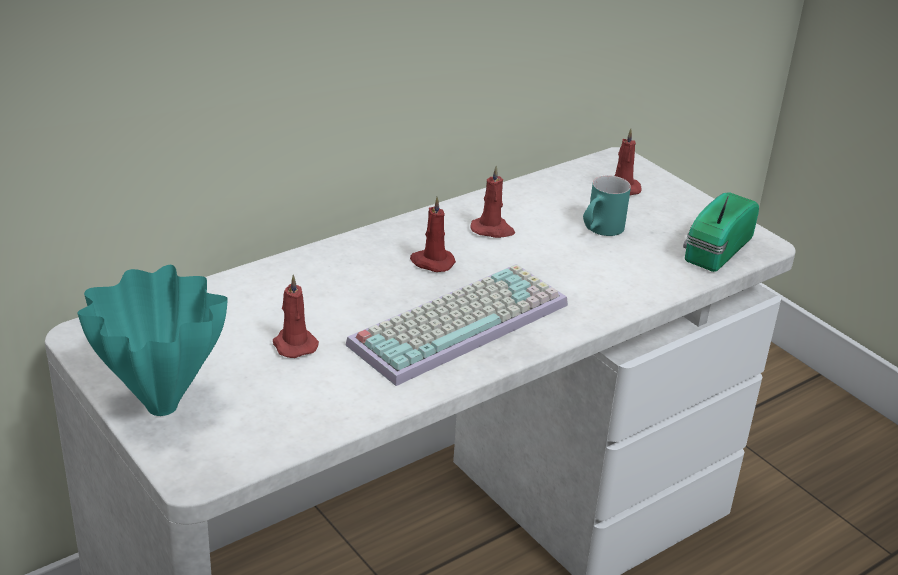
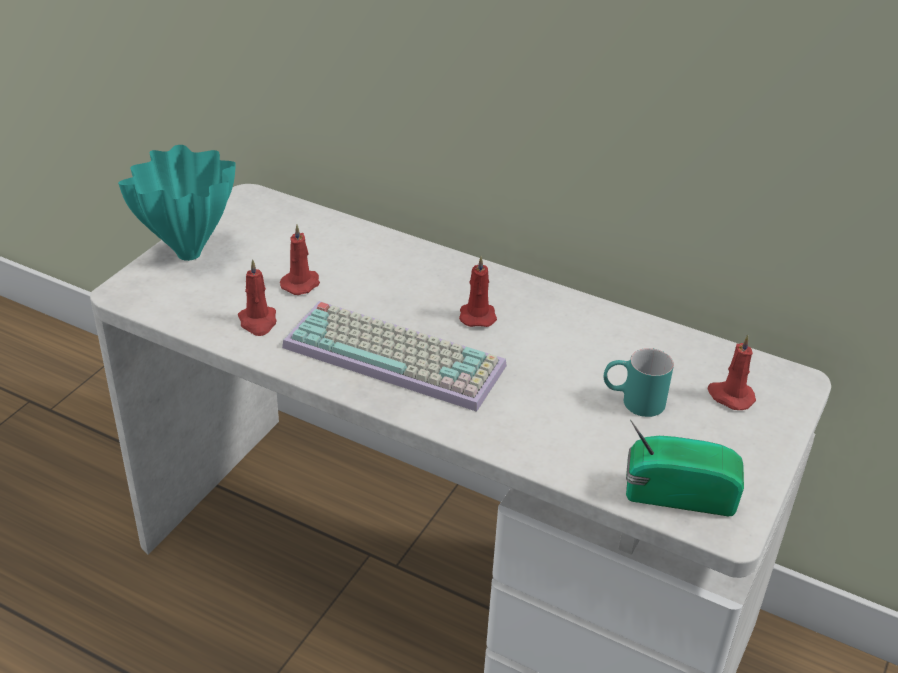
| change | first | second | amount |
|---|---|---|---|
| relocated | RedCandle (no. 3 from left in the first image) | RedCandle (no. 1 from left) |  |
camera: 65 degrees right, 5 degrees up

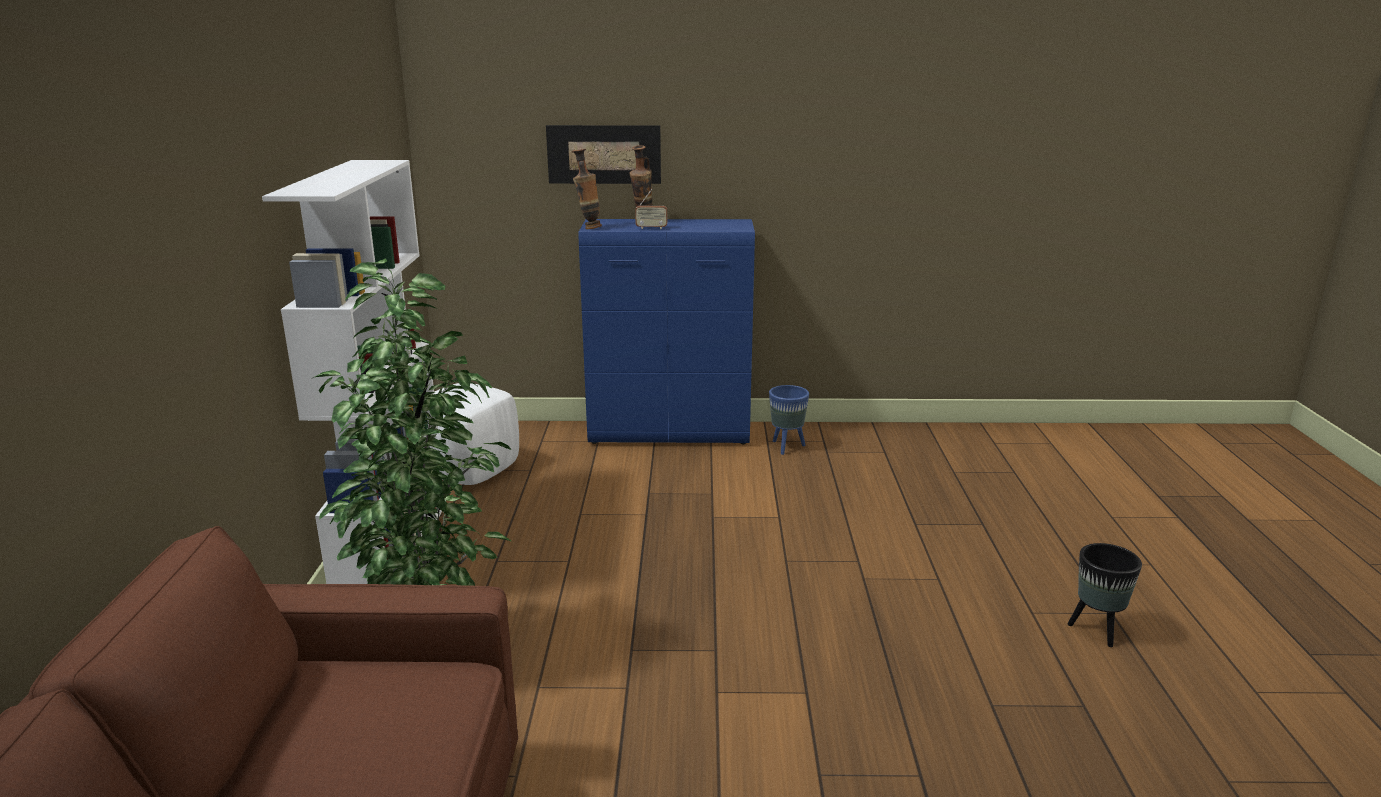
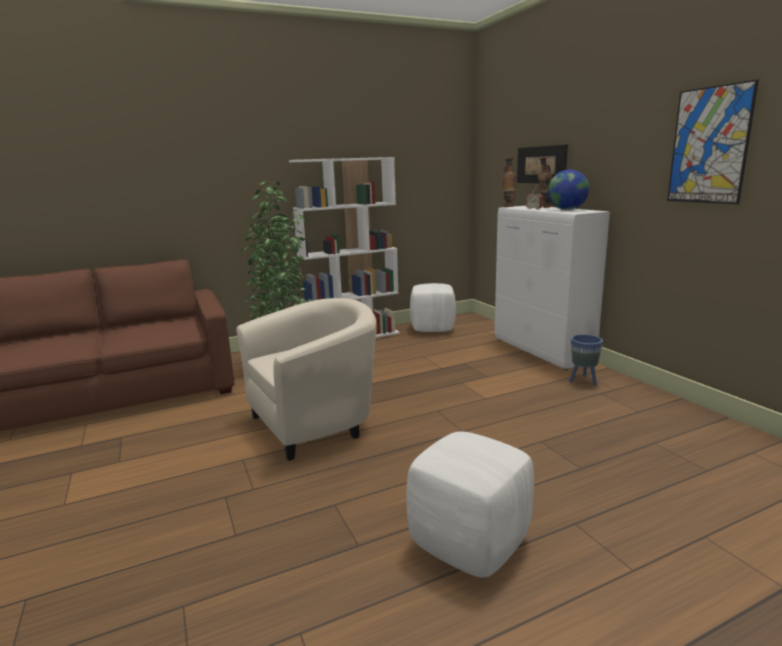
| change | first | second | amount |
|---|---|---|---|
| colour | BlueCabinet | WhiteCabinet |  |
| exchanged | BlackPlanter | WhiteOttoman (no. 2 from left) |  |
| appeared |  | BeigeArmchair |  |
| appeared |  | Globe |  |
| appeared |  | Picture (no. 2 from left) |  |
camera: 65 degrees right, 5 degrees down

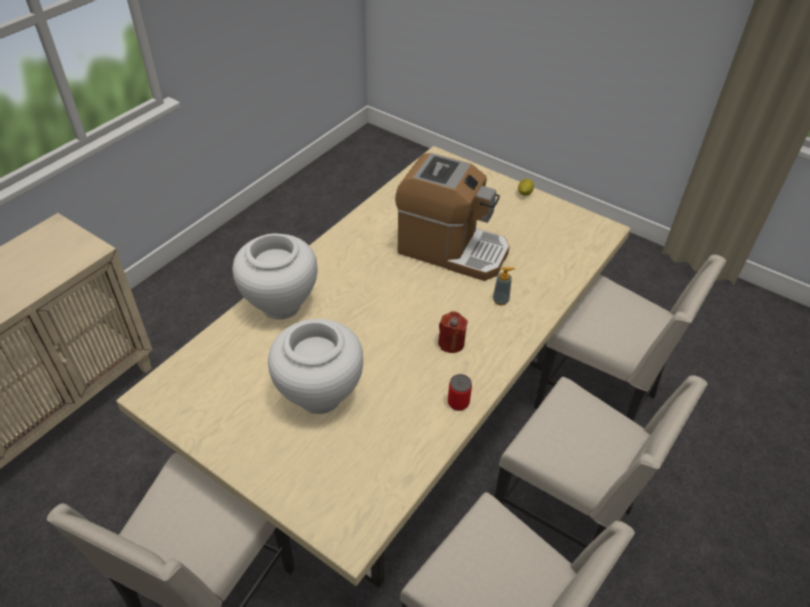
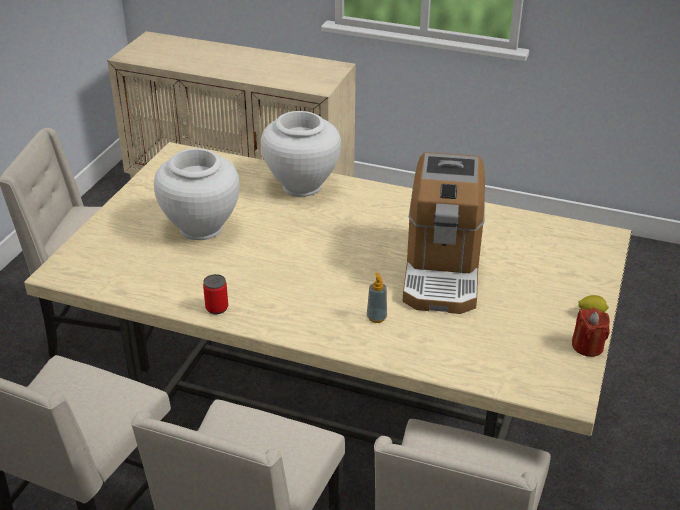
| change | first | second | amount |
|---|---|---|---|
| relocated | RedCandle |  |  |
camera: 75 degrees right, 10 degrees down

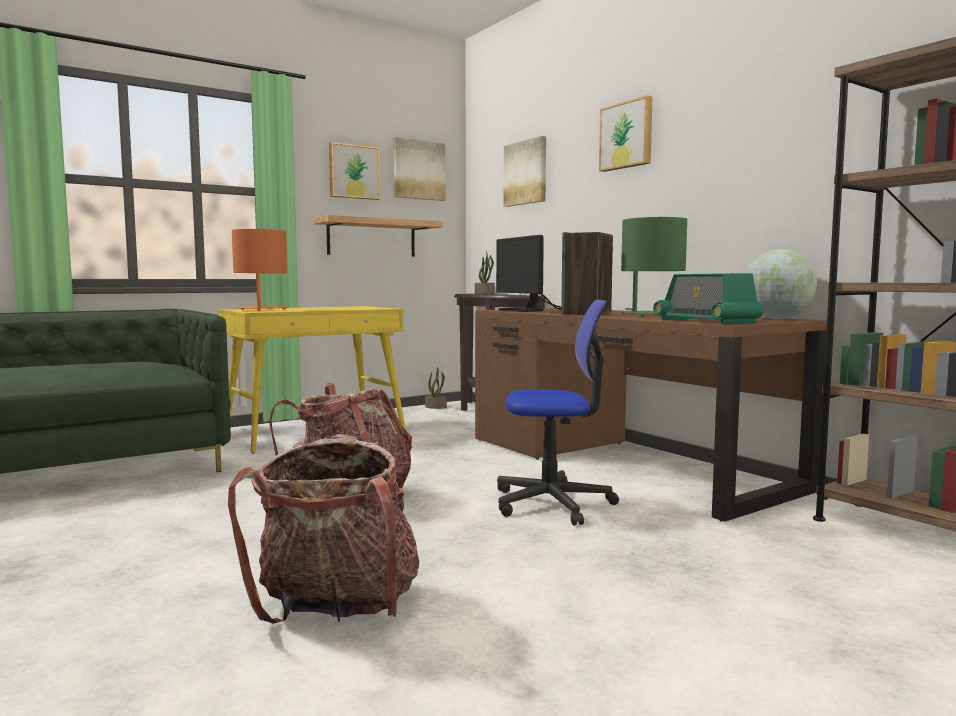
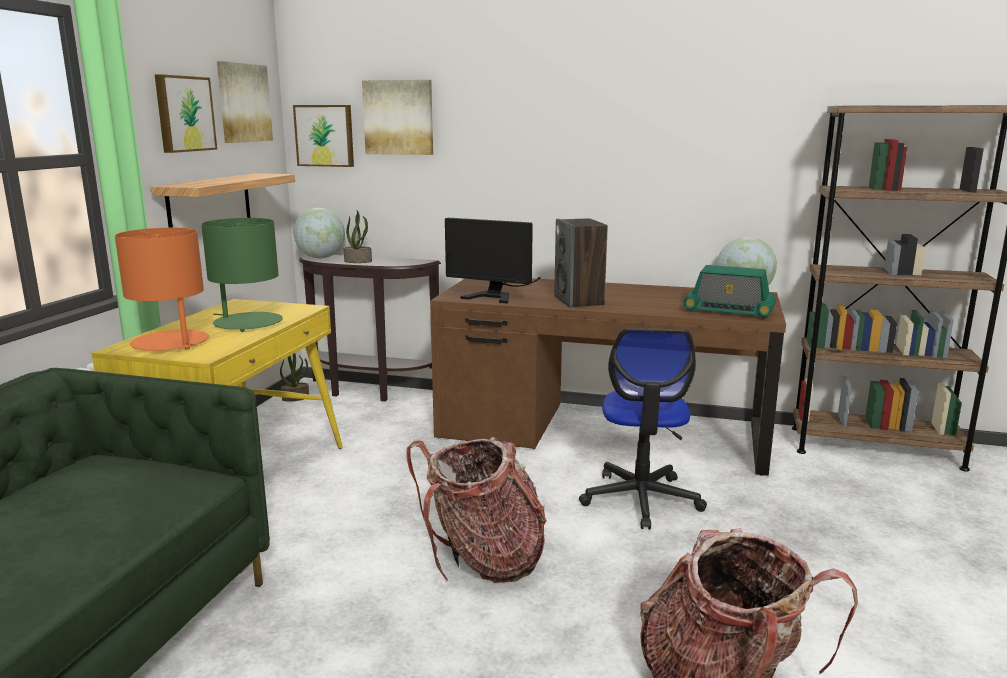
| change | first | second | amount |
|---|---|---|---|
| spun | OfficeChair |  | 135 degrees clockwise |
| relocated | Picture (no. 4 from left in the first image) | Picture (no. 3 from left) |  |
| relocated | GreenTableLamp |  |  |
| appeared |  | Globe (no. 1 from left) |  |
camera: 40 degrees left, 10 degrees up

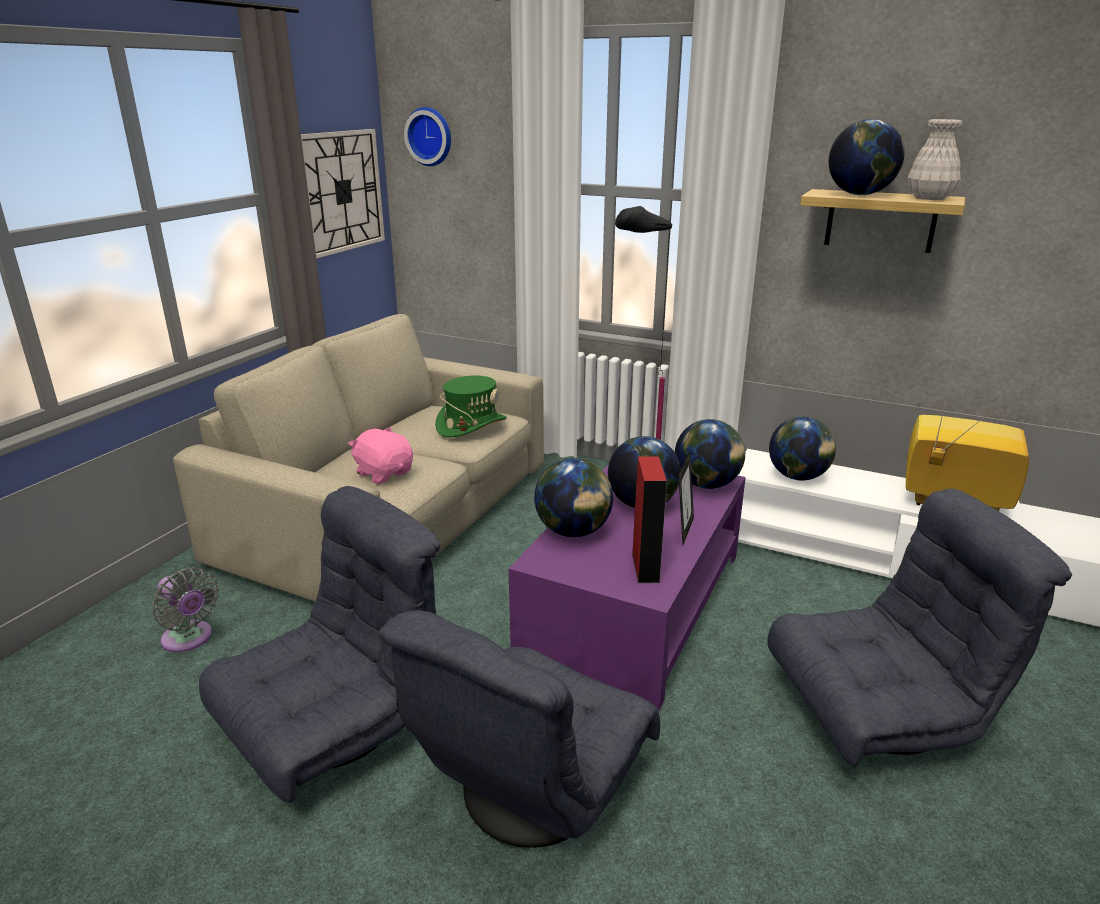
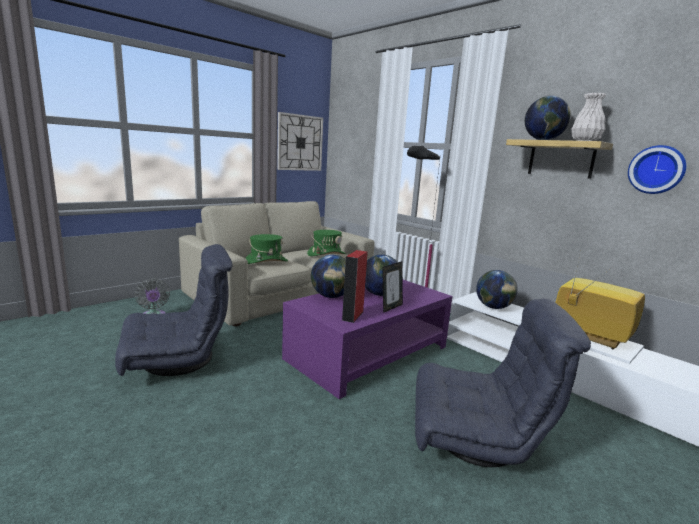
| change | first | second | amount |
|---|---|---|---|
| exchanged | PinkPlushToy | GreenHat (no. 1 from left) |  |
| missing | GreyArmchair (no. 2 from left) |  |  |
| relocated | WallClock (no. 2 from left) |  |  |
| missing | Globe (no. 3 from left) |  |  |
camera: 20 degrees right, 10 degrees down

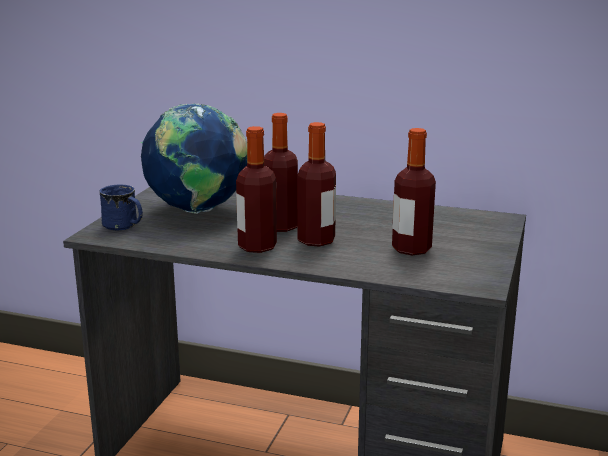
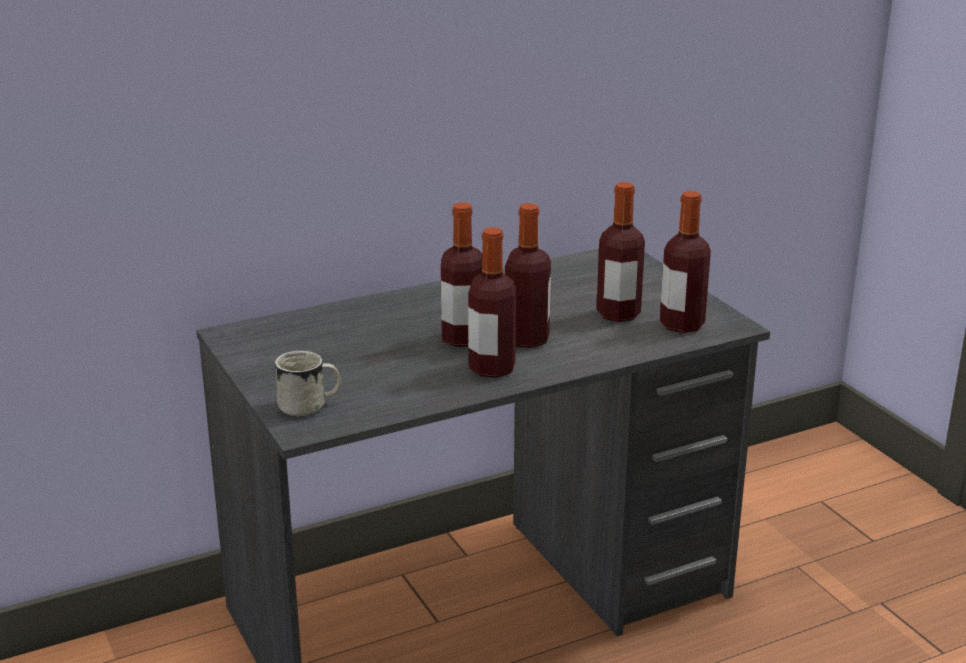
| change | first | second | amount |
|---|---|---|---|
| colour | BlueMug | WhiteMug |  |
| missing | Globe |  |  |
| appeared |  | Bottle (no. 5 from left) |  |
camera: 45 degrees left, 5 degrees up

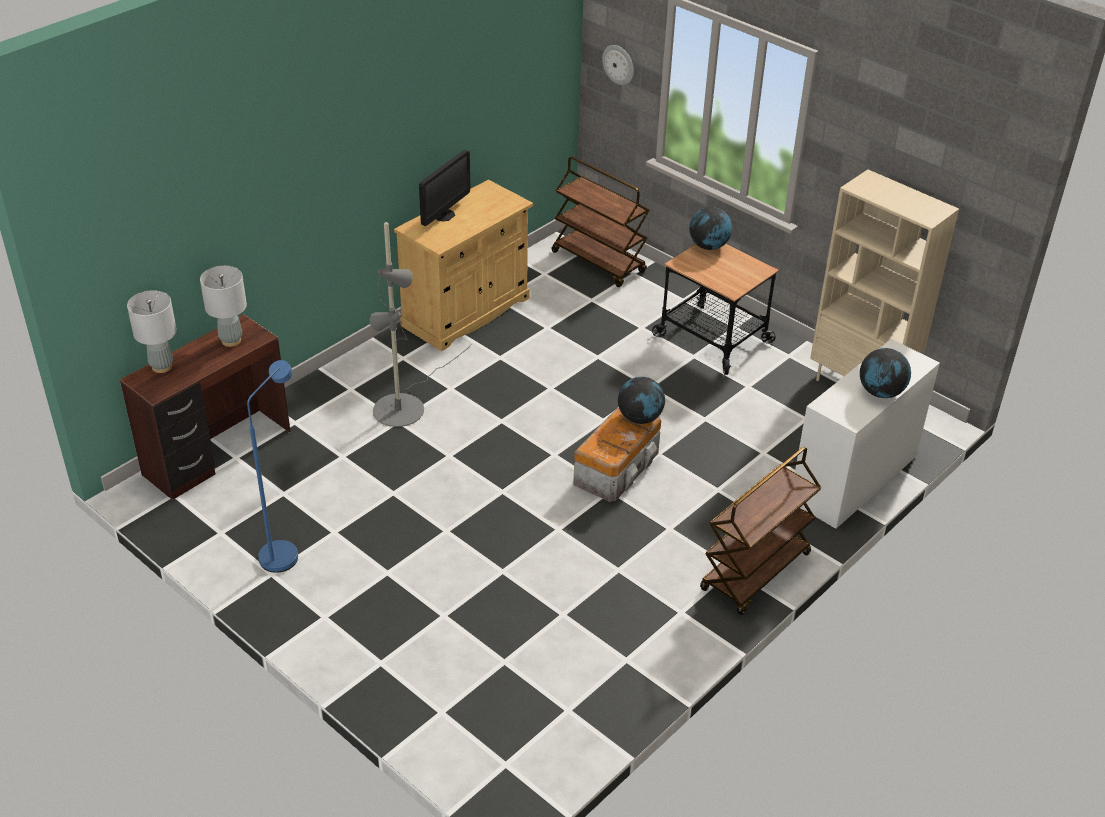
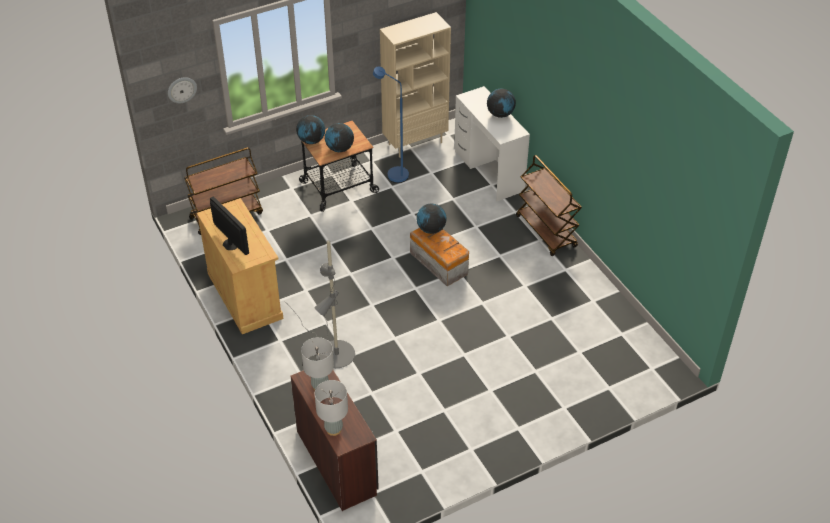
| change | first | second | amount |
|---|---|---|---|
| relocated | BlueFloorLamp |  |  |
| appeared |  | Globe (no. 2 from left) |  |
camera: 70 degrees left, 5 degrees up

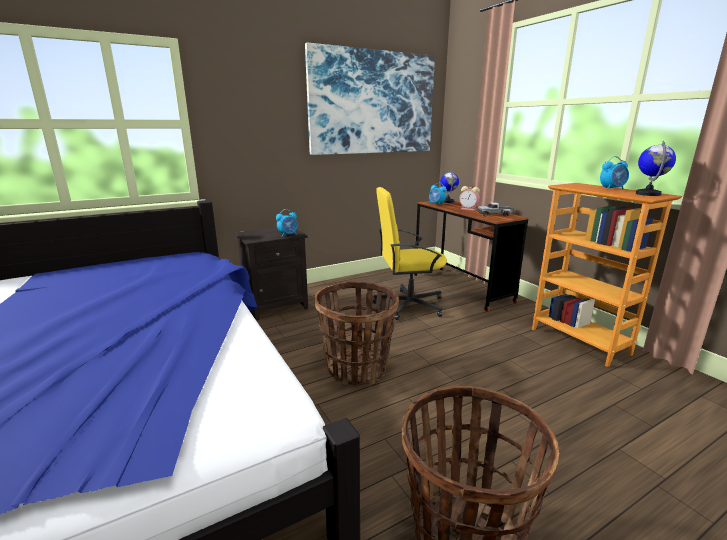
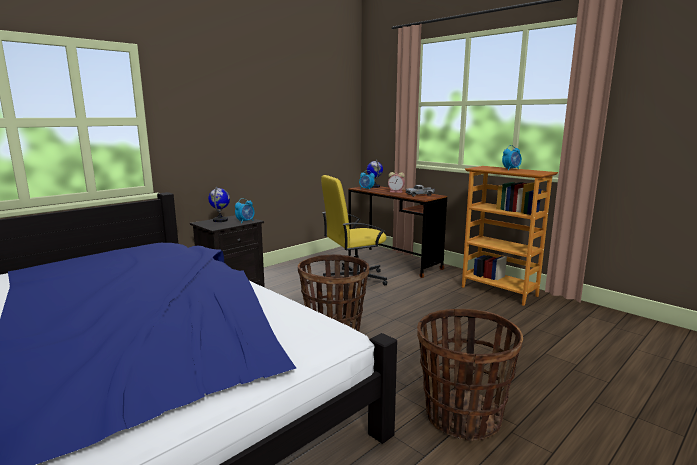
| change | first | second | amount |
|---|---|---|---|
| missing | Picture |  |  |
| relocated | Globe (no. 2 from left in the first image) | Globe (no. 1 from left) |  |
camera: 15 degrees left, 5 degrees down

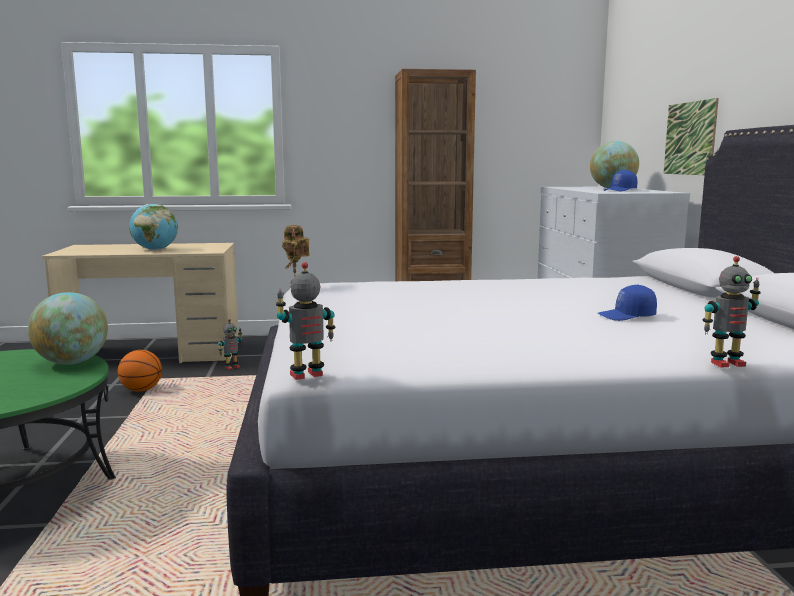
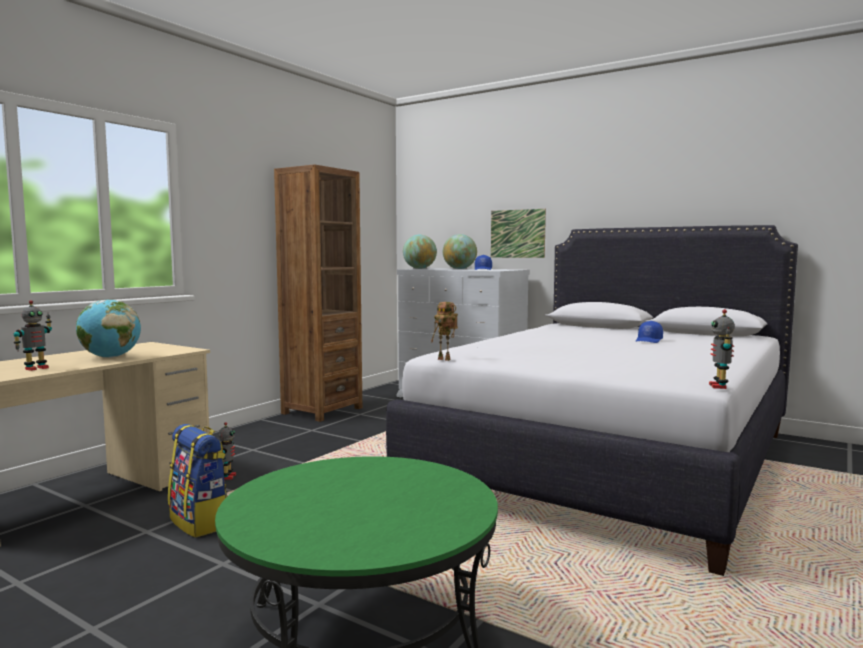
| change | first | second | amount |
|---|---|---|---|
| relocated | Globe (no. 1 from left in the first image) | Globe (no. 2 from left) |  |
| exchanged | Basketball | Backpack |  |
| relocated | ToyRobot (no. 4 from left in the first image) | ToyRobot (no. 1 from left) |  |
camera: 50 degrees left, 5 degrees down

